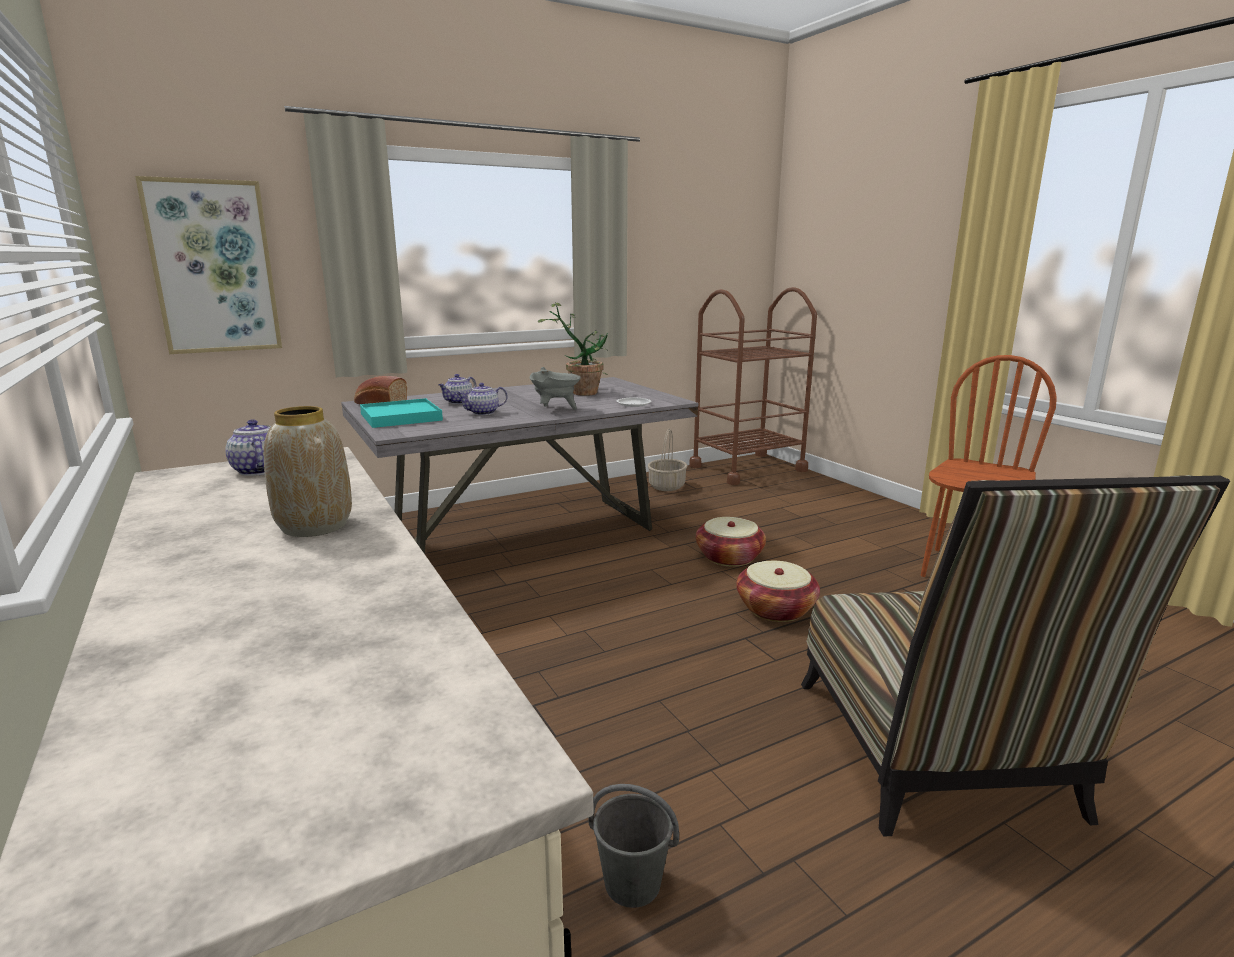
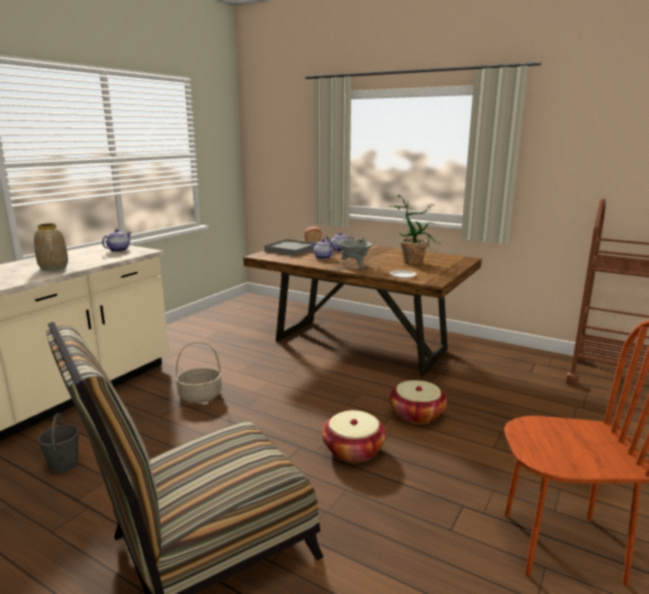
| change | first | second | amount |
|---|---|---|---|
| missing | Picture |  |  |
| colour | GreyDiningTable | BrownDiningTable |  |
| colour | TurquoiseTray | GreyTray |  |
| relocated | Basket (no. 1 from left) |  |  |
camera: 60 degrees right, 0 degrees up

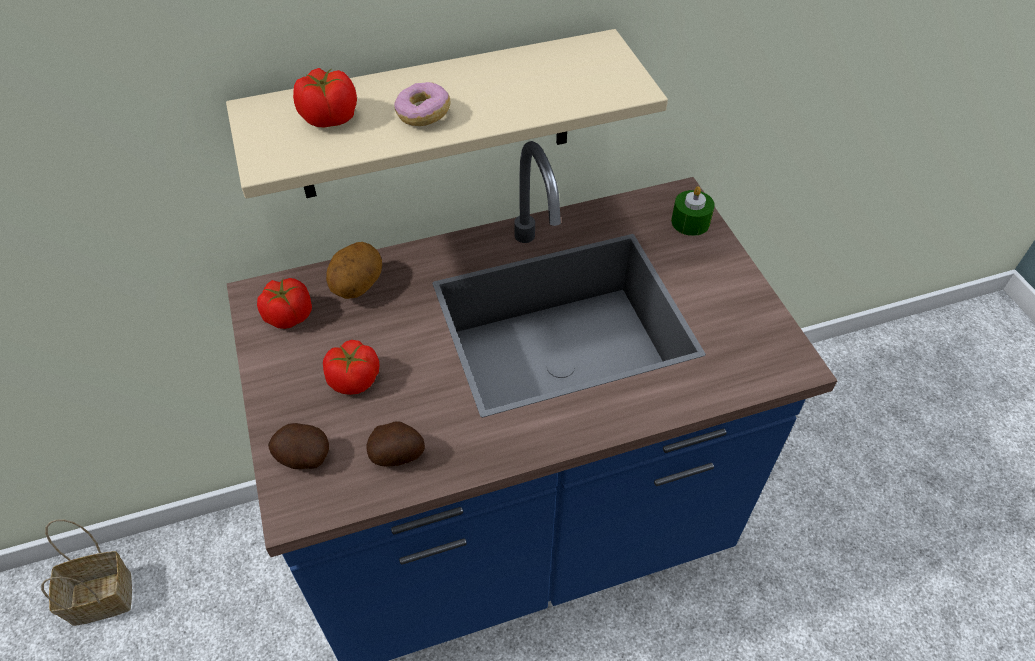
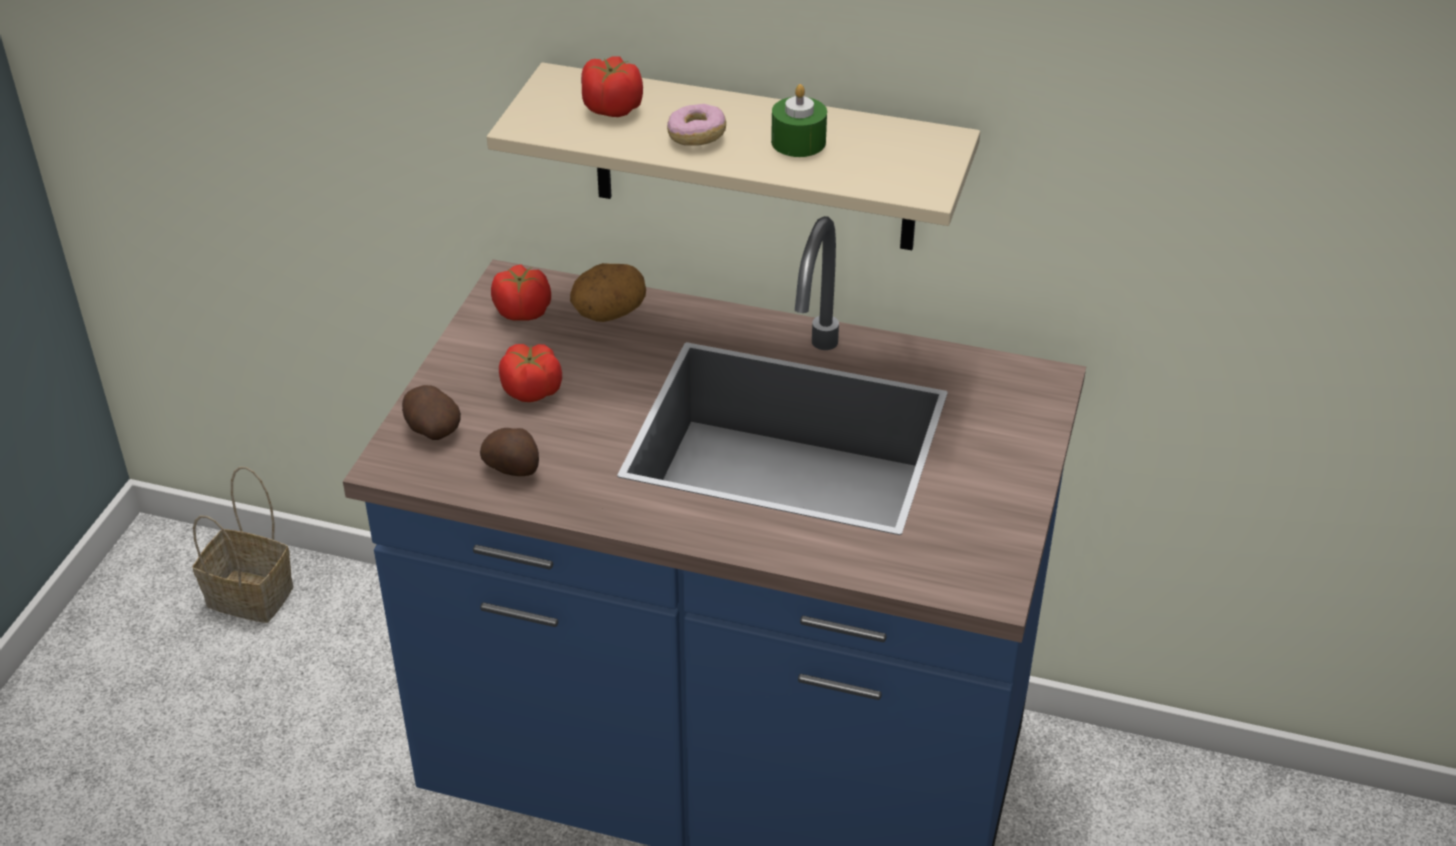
| change | first | second | amount |
|---|---|---|---|
| relocated | GreenCandle |  |  |
camera: 35 degrees right, 10 degrees down

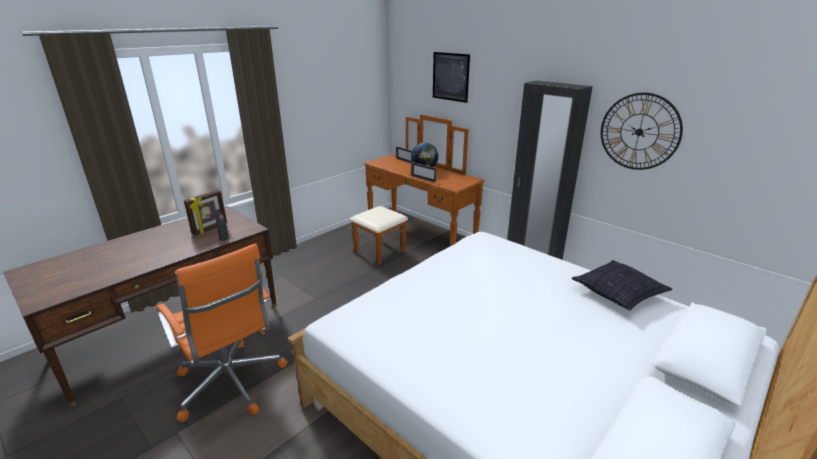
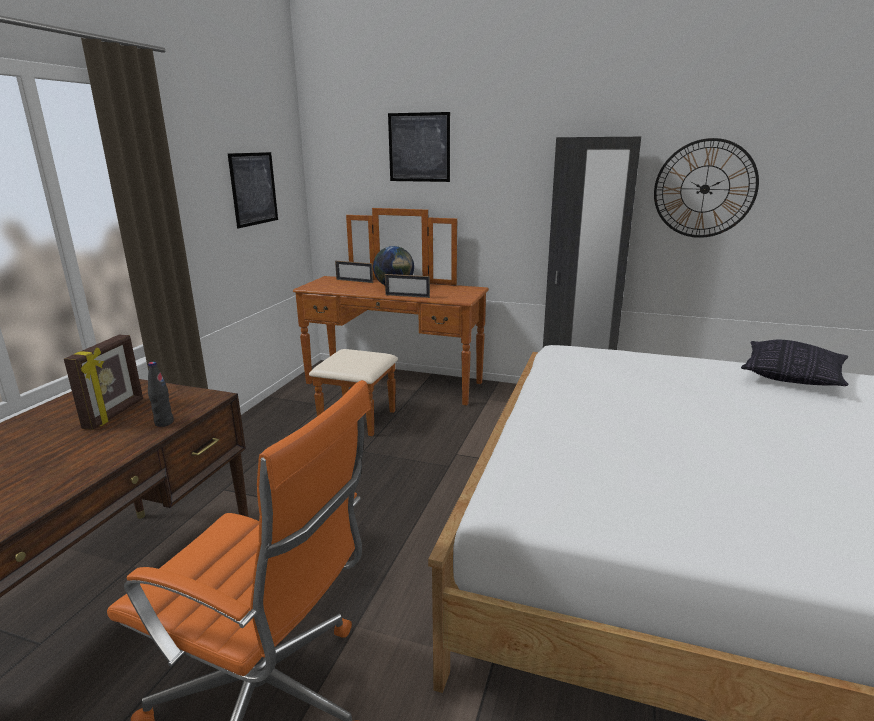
| change | first | second | amount |
|---|---|---|---|
| appeared |  | Picture (no. 1 from left) |  |
camera: 25 degrees left, 5 degrees down

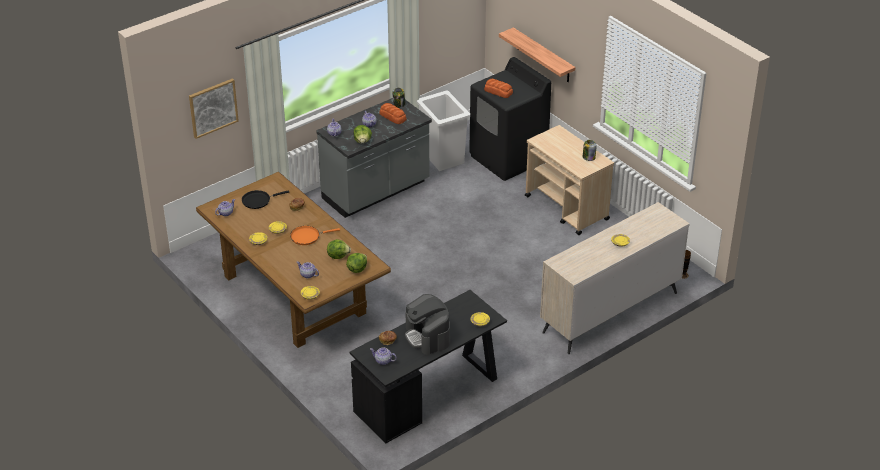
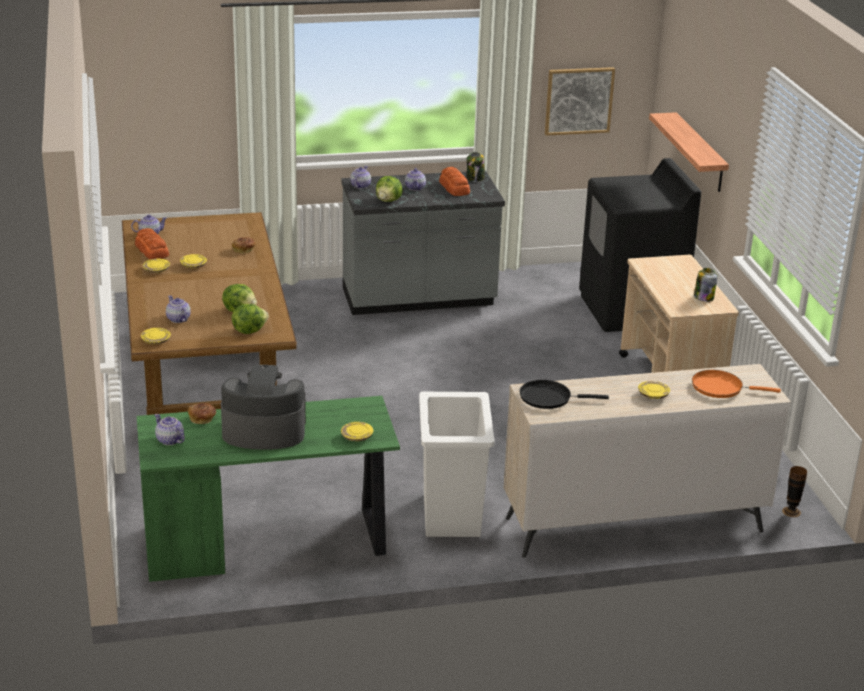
| change | first | second | amount |
|---|---|---|---|
| relocated | Picture |  |  |
| relocated | BlackFryingPan |  |  |
| relocated | OrangeFryingPan |  |  |
| colour | BlackDesk | GreenDesk |  |
| spun | CoffeeMachine |  | 90 degrees clockwise |
| relocated | WhiteTrashCan |  |  |
| relocated | Bread (no. 4 from left in the first image) | Bread (no. 1 from left) |  |
camera: 25 degrees right, 10 degrees down

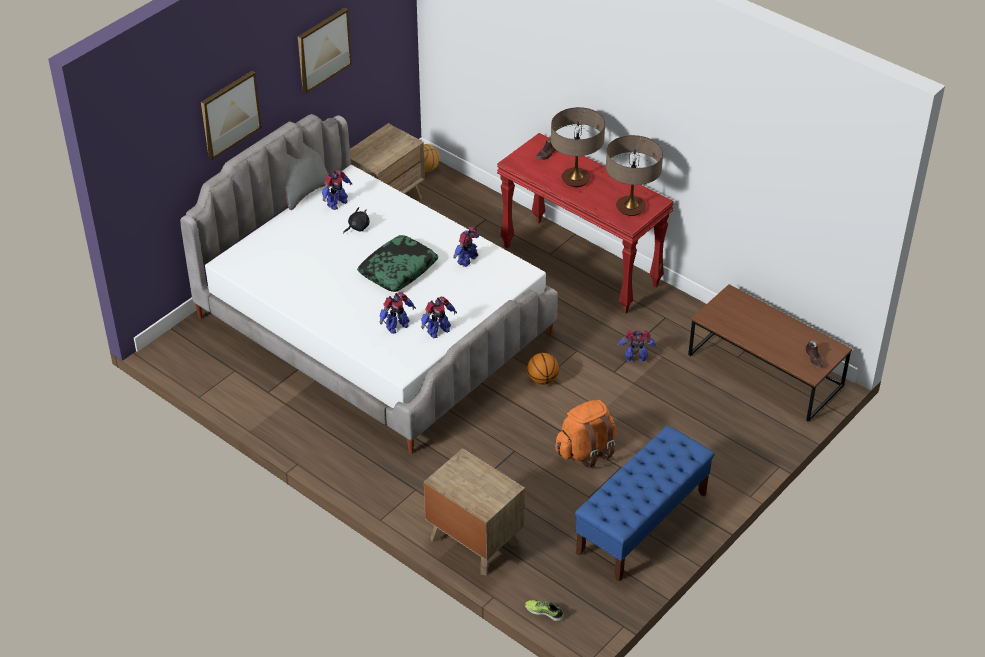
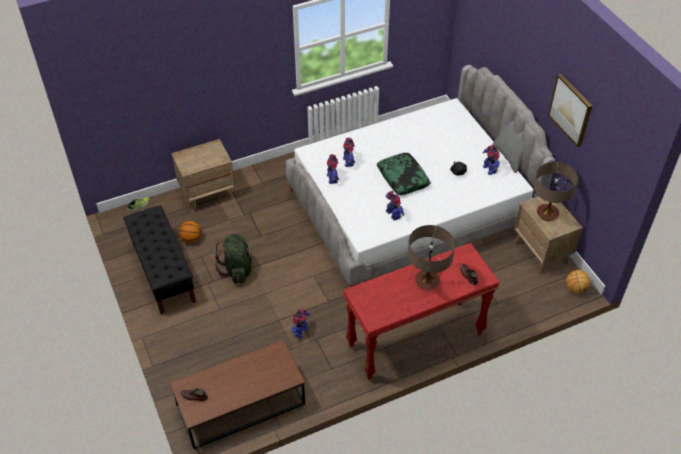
| change | first | second | amount |
|---|---|---|---|
| missing | Picture (no. 1 from left) |  |  |
| relocated | Basketball (no. 2 from left in the first image) | Basketball (no. 1 from left) |  |
| colour | OrangeBackpack | GreenBackpack |  |
| colour | BlueBench | BlackBench |  |
| relocated | TableLamp (no. 2 from left) |  |  |
camera: 115 degrees right, 5 degrees up

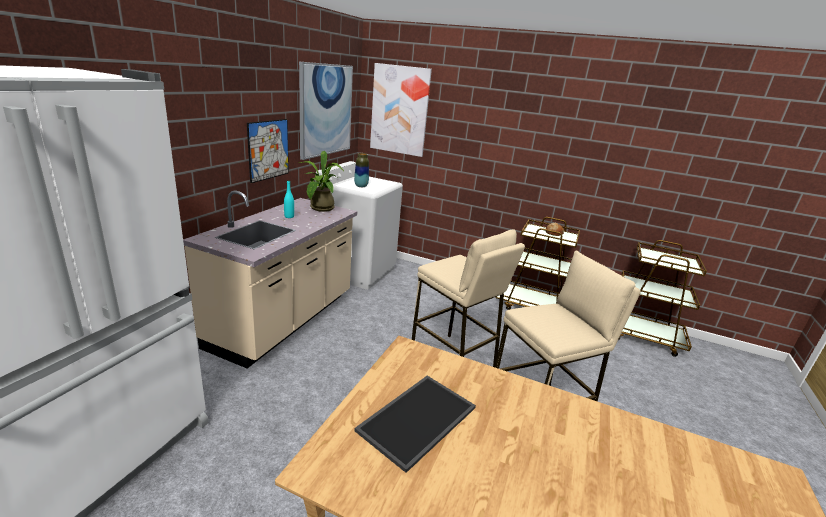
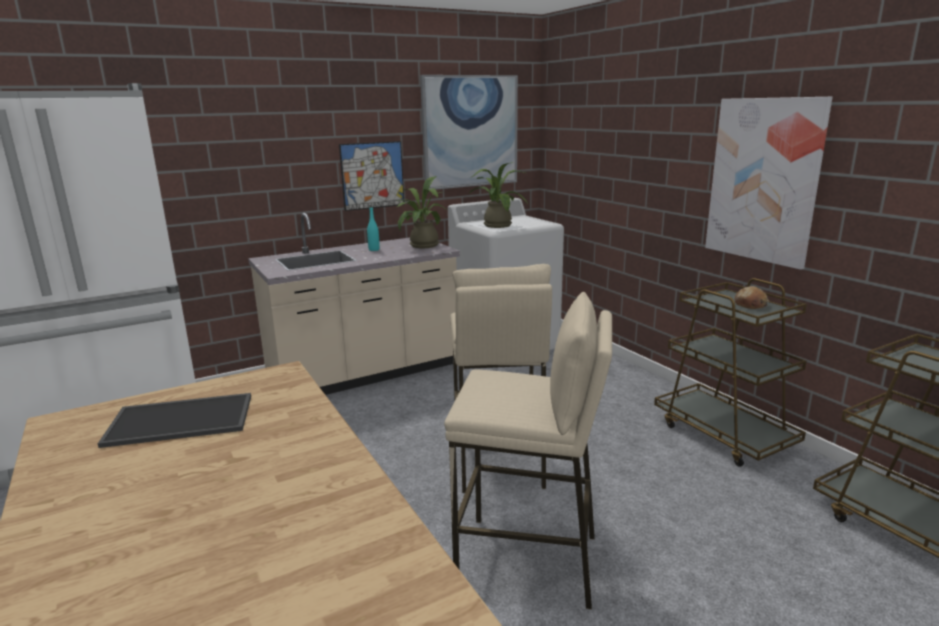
| change | first | second | amount |
|---|---|---|---|
| exchanged | Vase | PottedPlant (no. 2 from left) |  |
| relocated | Picture (no. 3 from left) |  |  |
camera: 40 degrees right, 5 degrees down

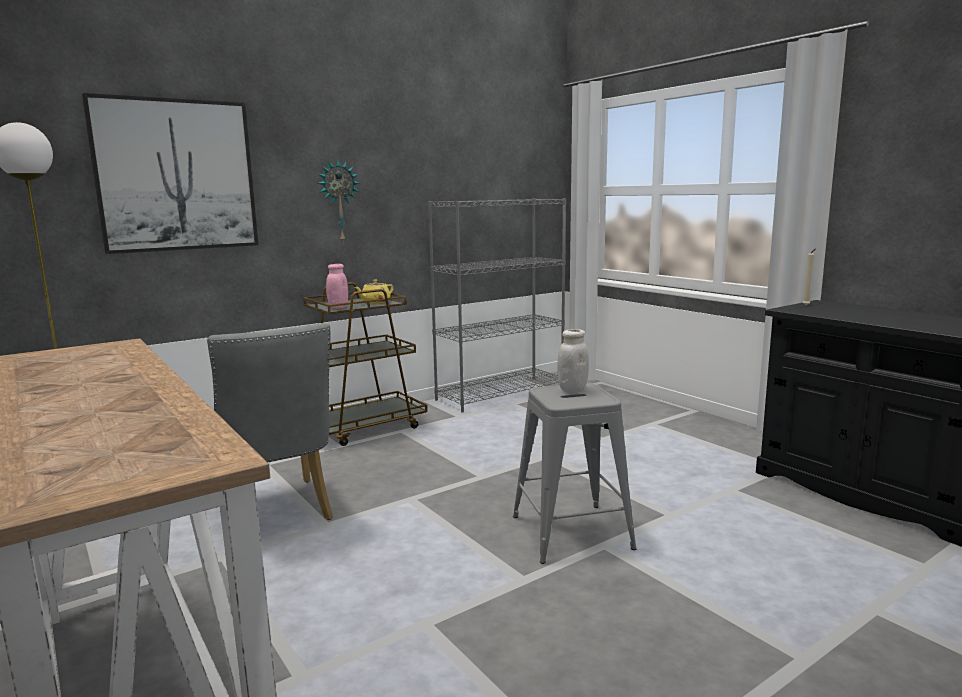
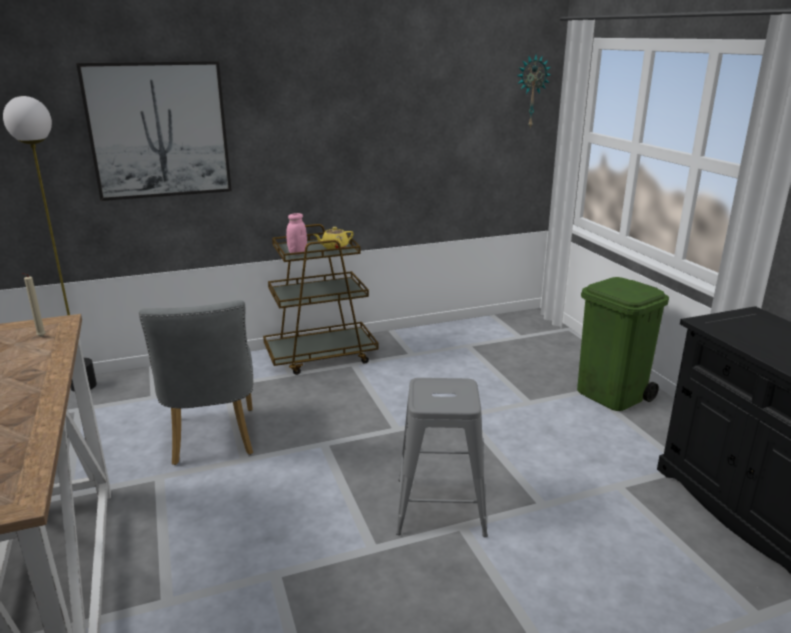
| change | first | second | amount |
|---|---|---|---|
| relocated | WallClock |  |  |
| missing | GreyBookcase |  |  |
| missing | WhiteJar |  |  |
| relocated | BeigeCandle |  |  |
| appeared |  | GreenTrashCan |  |
camera: 15 degrees right, 10 degrees up

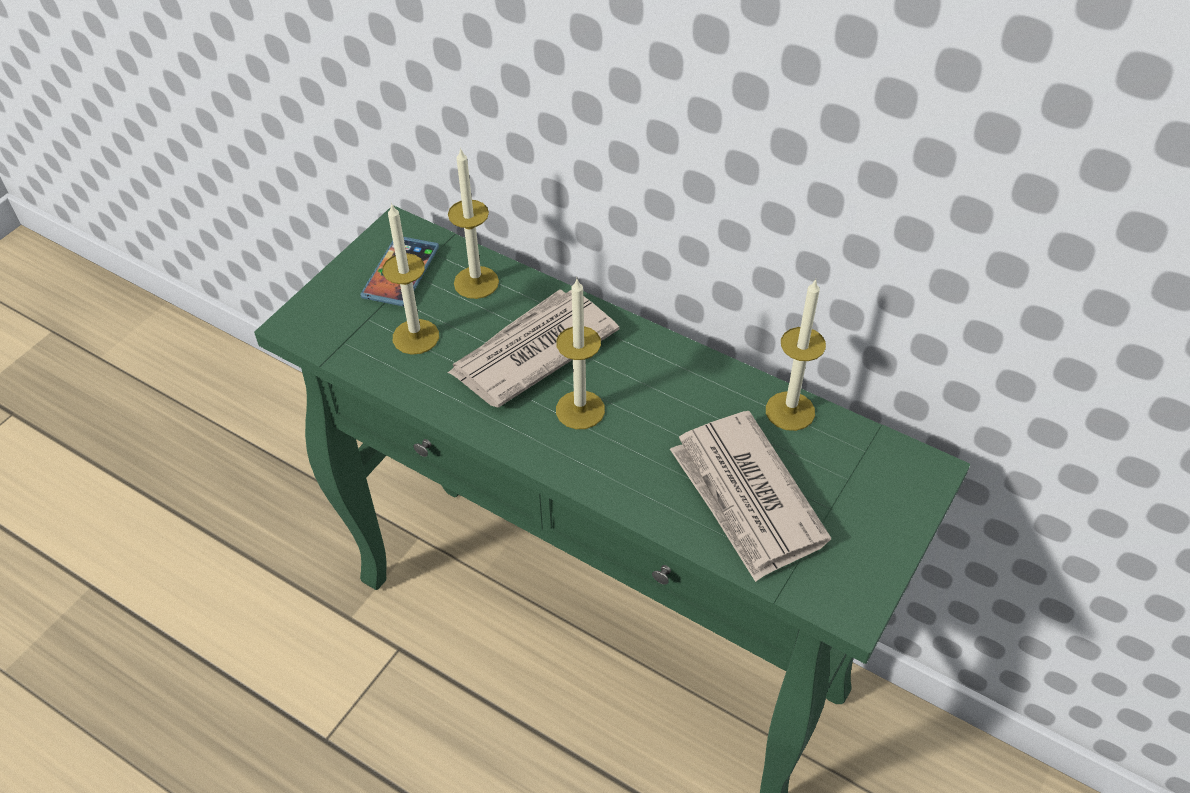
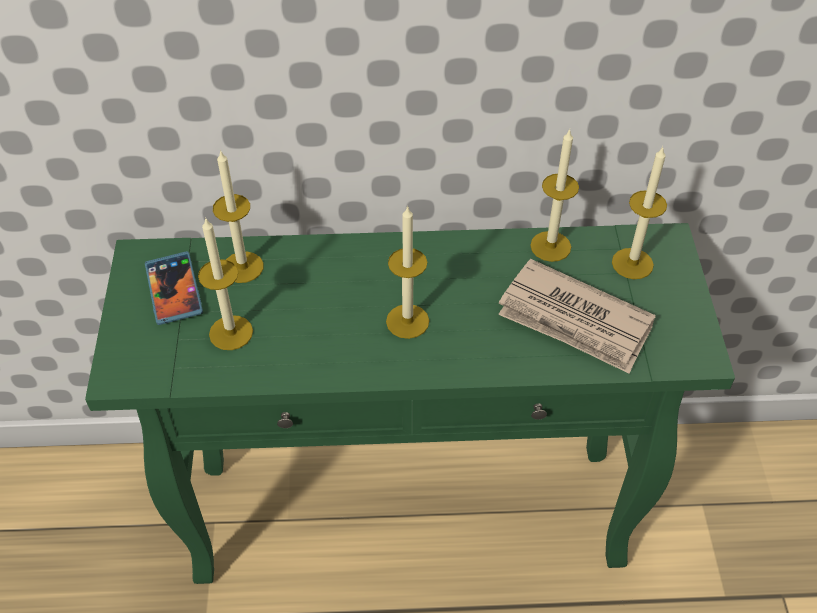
| change | first | second | amount |
|---|---|---|---|
| missing | Newspaper (no. 1 from left) |  |  |
| appeared |  | Candle (no. 5 from left) |  |
camera: 35 degrees left, 0 degrees up

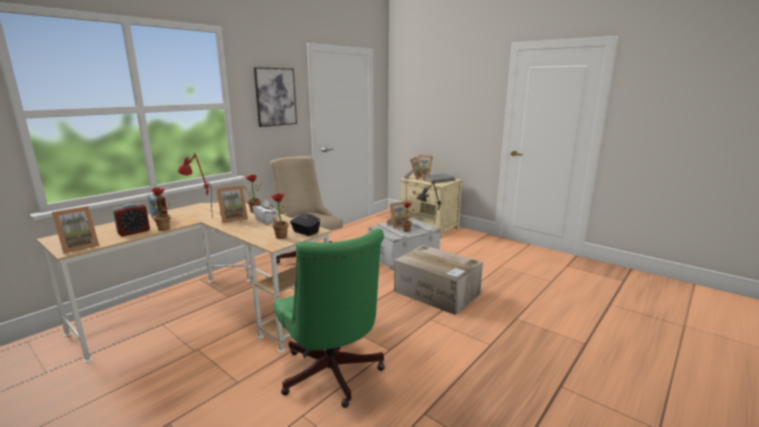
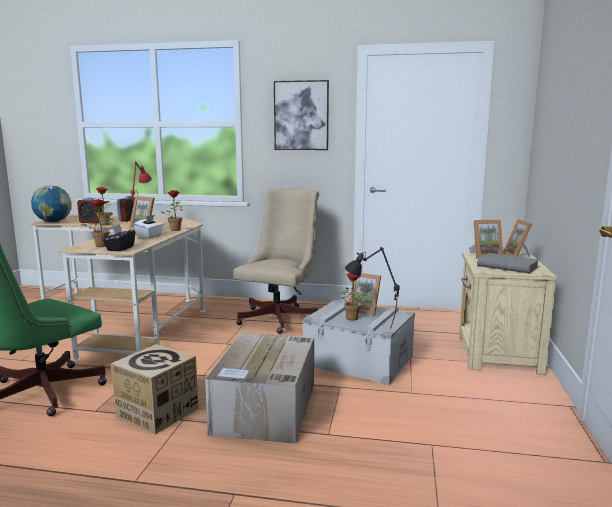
| change | first | second | amount |
|---|---|---|---|
| exchanged | PictureFrame (no. 1 from left) | Globe |  |
| appeared |  | CardboardBox (no. 1 from left) |  |
camera: 60 degrees right, 5 degrees down

